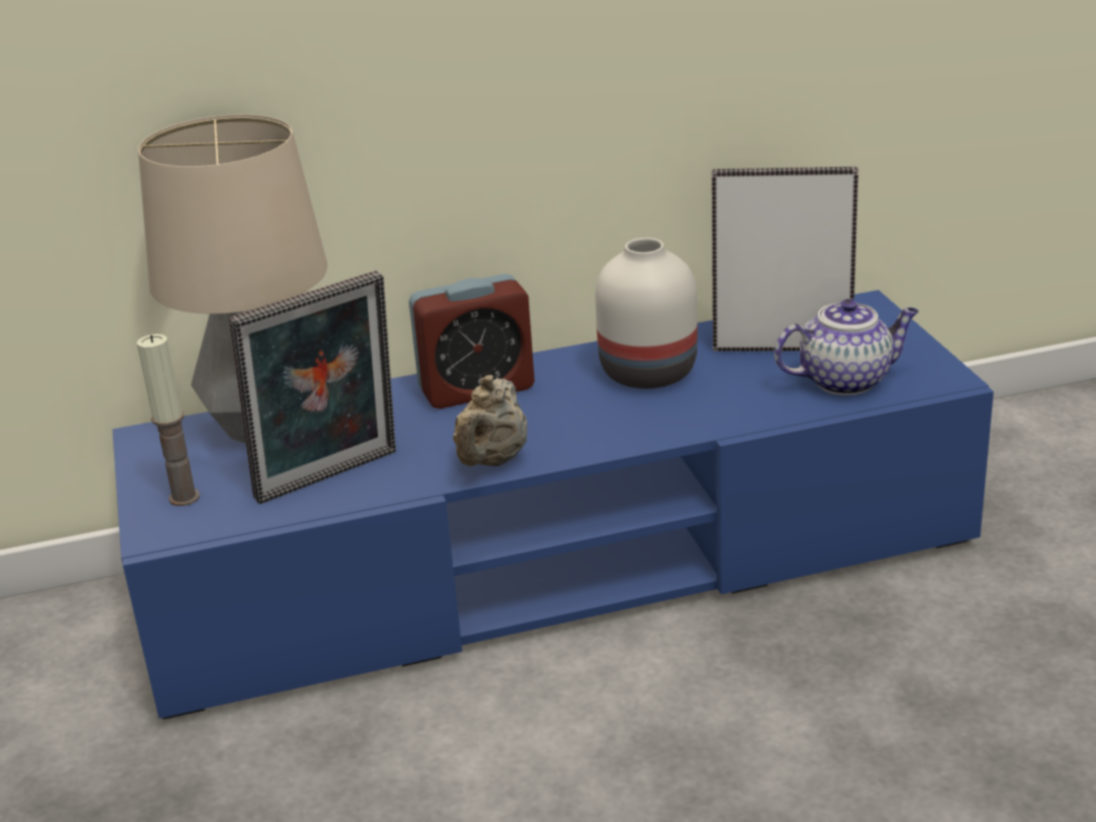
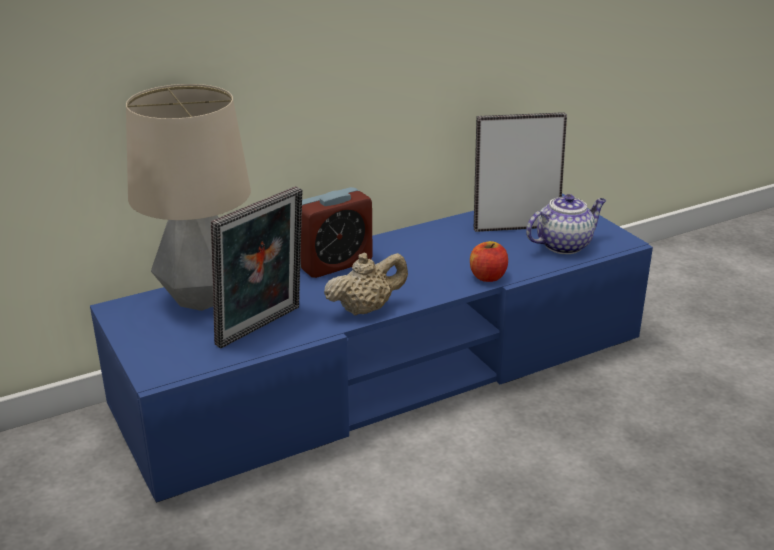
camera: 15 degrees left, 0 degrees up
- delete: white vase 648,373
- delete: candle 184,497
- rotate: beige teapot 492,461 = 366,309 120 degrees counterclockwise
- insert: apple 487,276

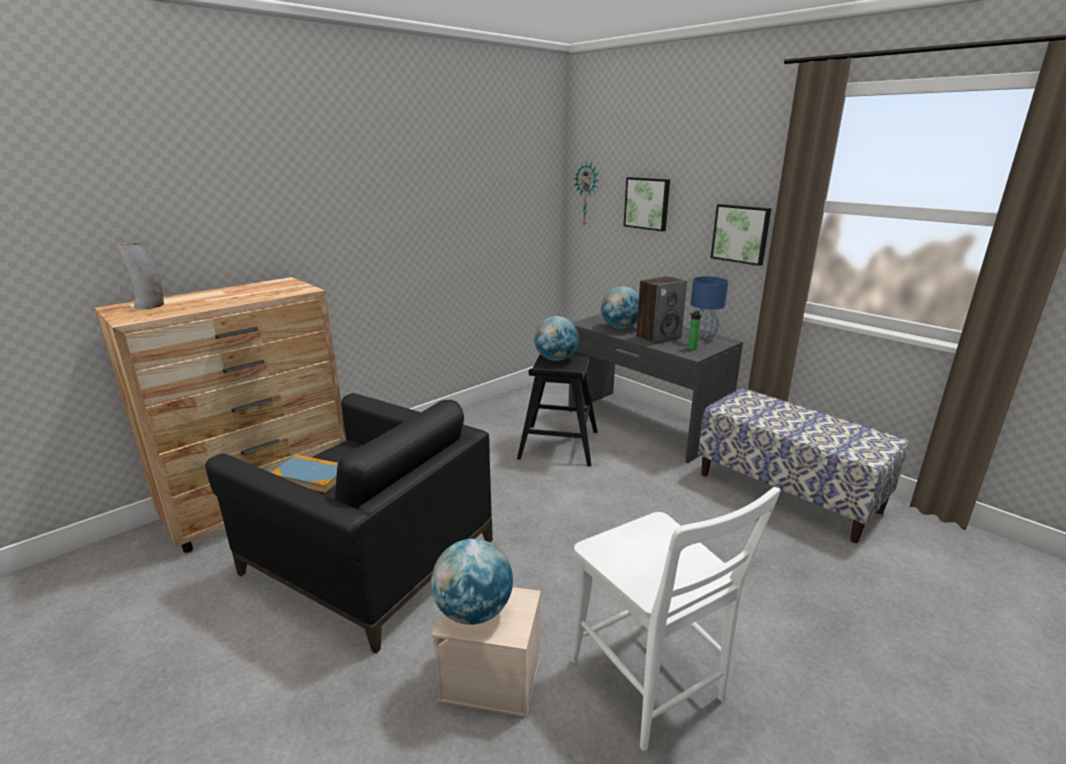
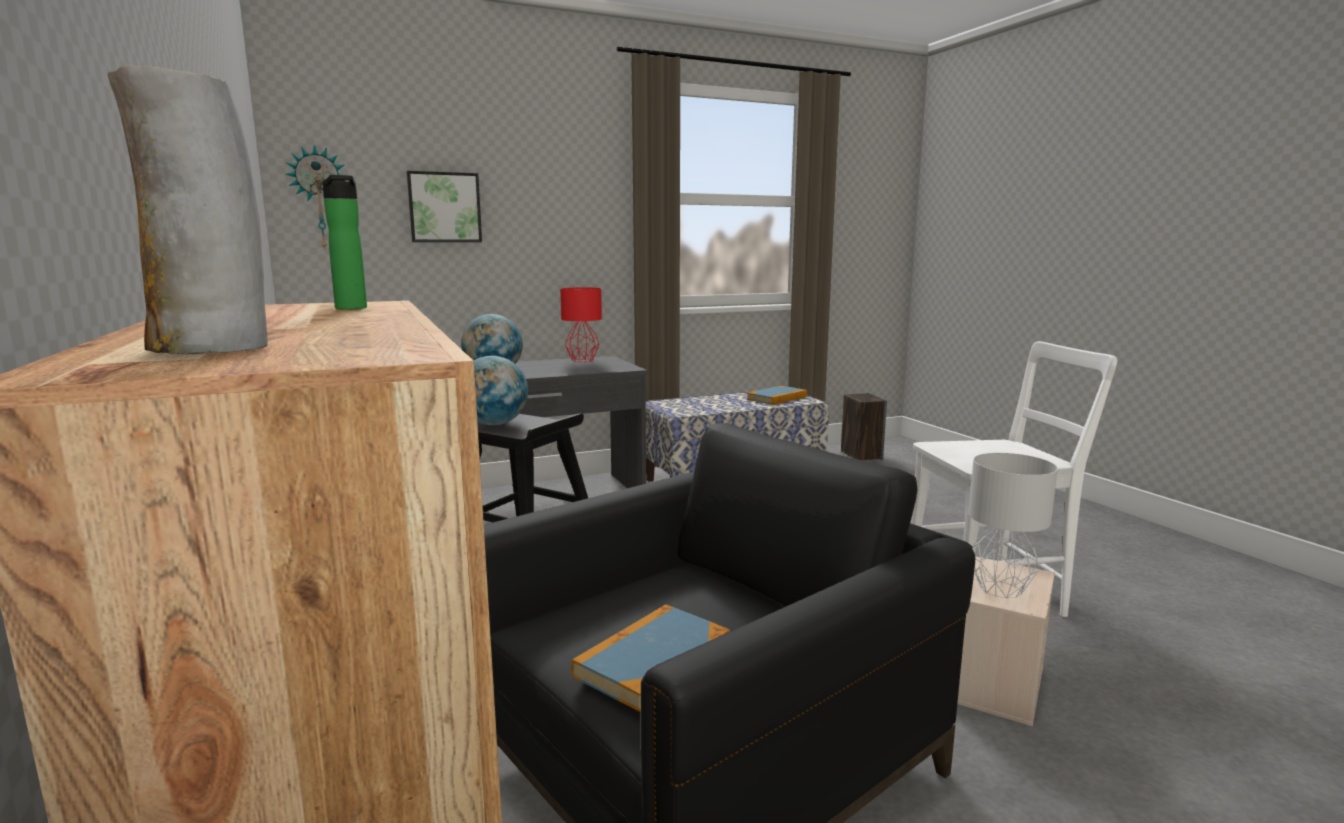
camera: 70 degrees left, 10 degrees down
- delete: picture 741,234
- move: speaker 658,337 to 860,455
- recolor: blue table lamp 703,338 to red table lamp 583,360
- move: bottle 691,349 to 351,308
- replace: globe 473,611 to grey table lamp 1000,590
- insert: book 777,398

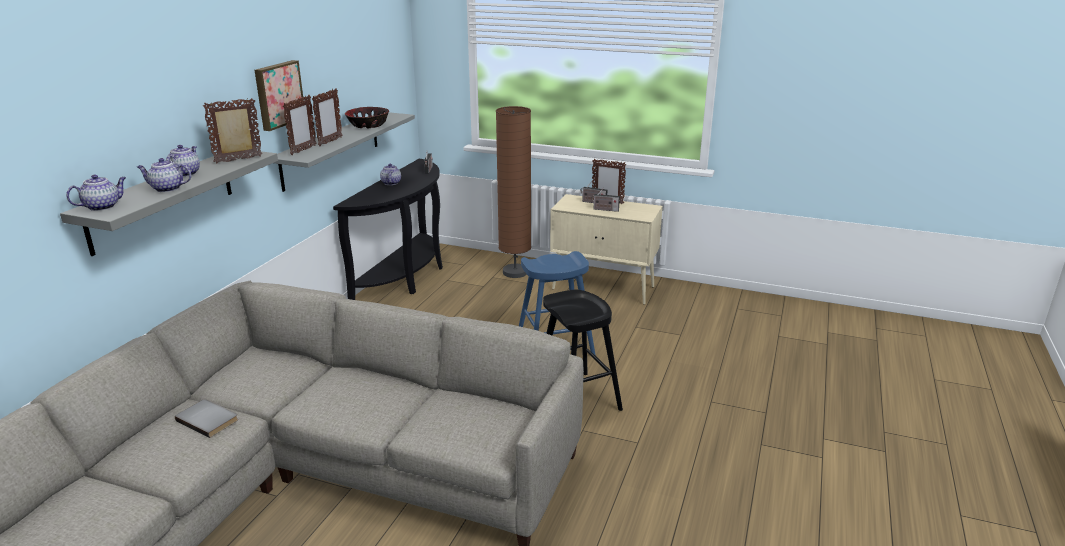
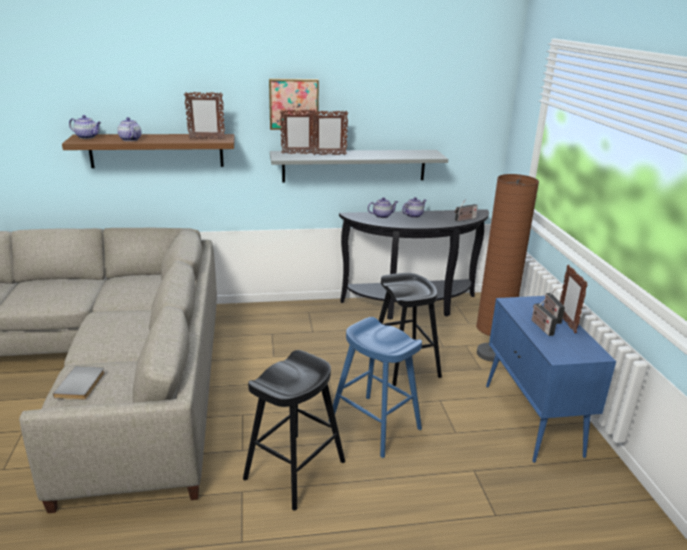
camera: 60 degrees right, 0 degrees up
- rotate: picture frame 239,160 = 206,139 150 degrees clockwise
- delete: bowl 368,125
- move: teapot 185,173 to 382,216
- recolor: grey shelf 162,199 to brown shelf 157,150
- recolor: beige cabinet 604,288 to blue cabinet 532,420
- move: grey book 209,419 to 82,385
- insert: black stool 404,364

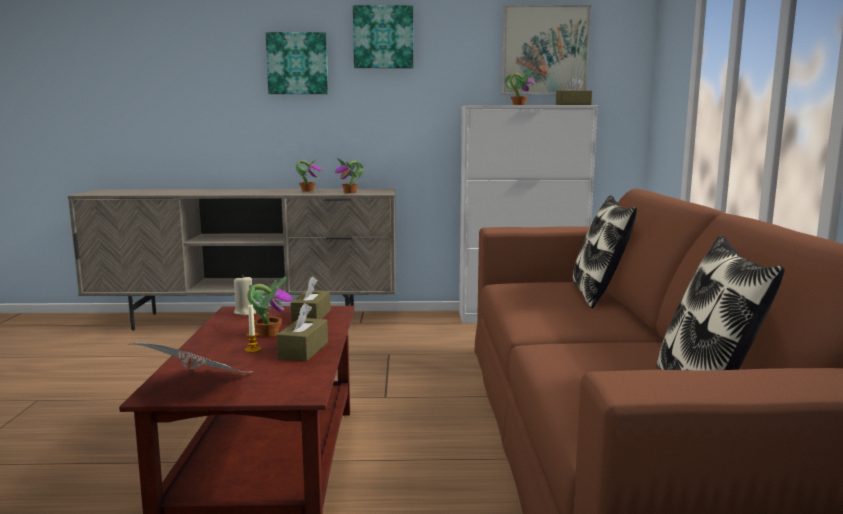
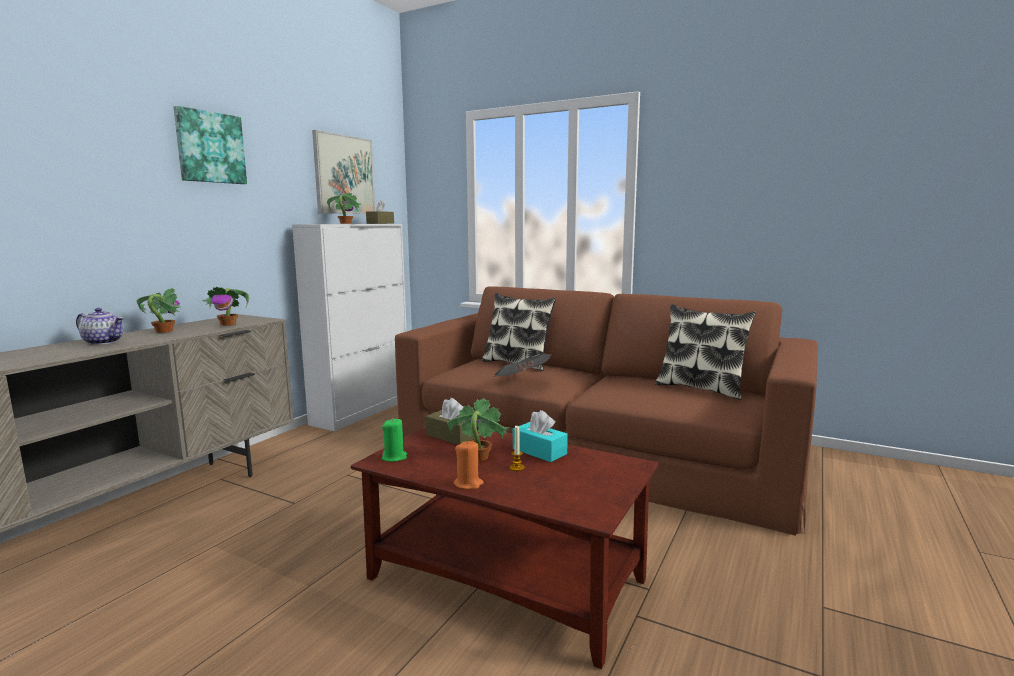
camera: 60 degrees left, 0 degrees up
- delete: picture 297,63
- recolor: beige candle 245,312 to green candle 394,457
- recolor: brown tissue box 303,350 to turquoise tissue box 539,451
- move: newspaper 197,388 to 521,381
- insert: teapot 104,342
- insert: orange candle 468,484

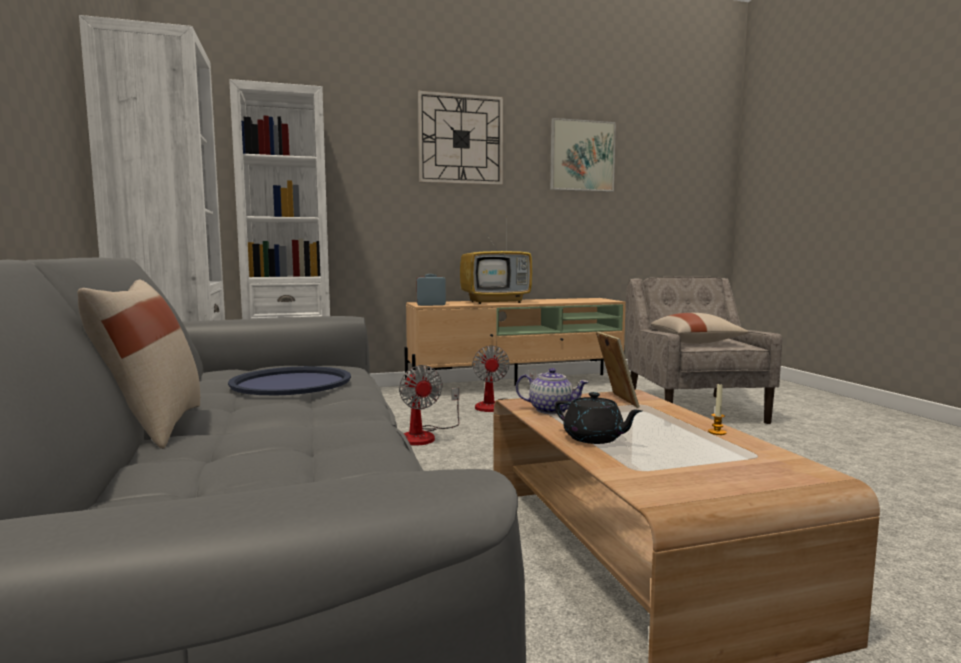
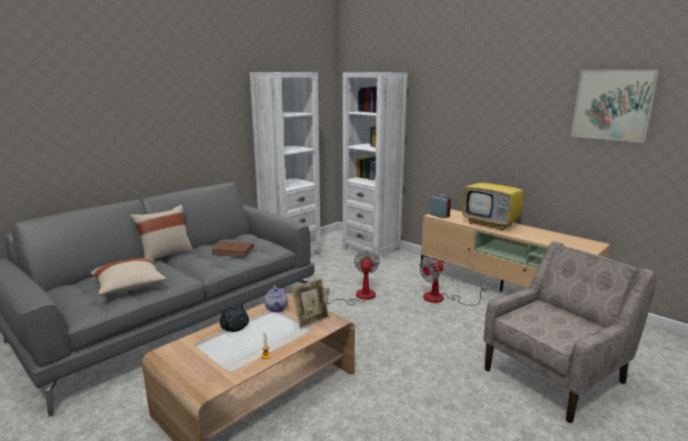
camera: 60 degrees right, 10 degrees up
- delete: wall clock 460,139
- move: beige pillow 696,342 to 129,287
- rotate: fan 425,436 = 359,297 150 degrees clockwise
- replace: blue tray 291,383 to brown book 234,251

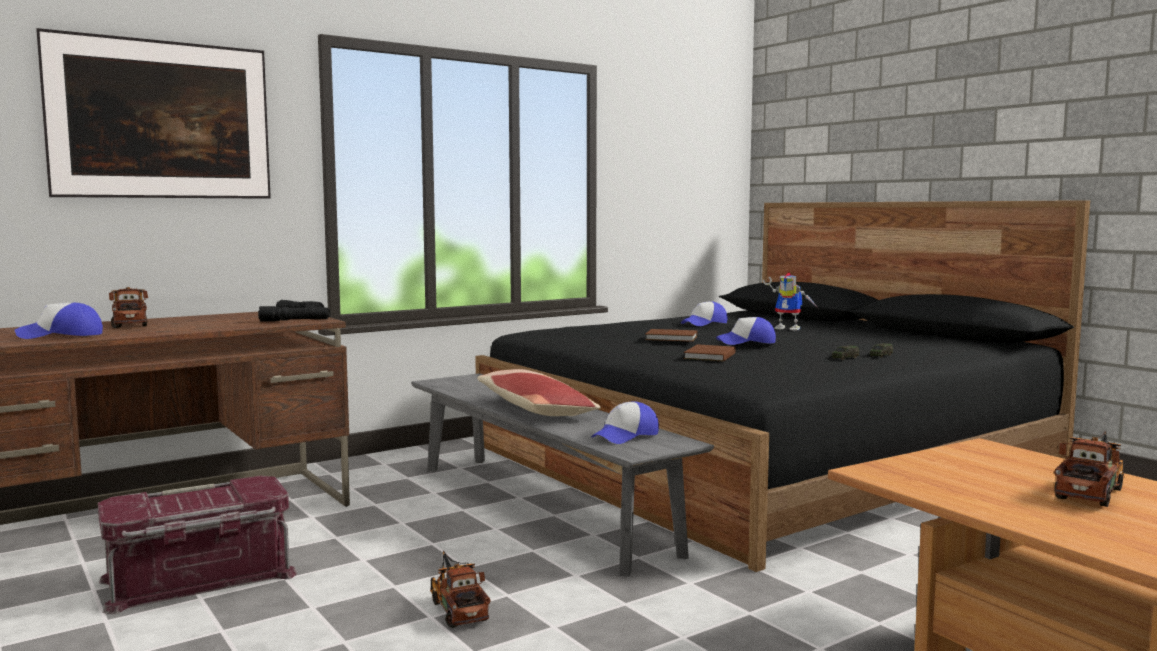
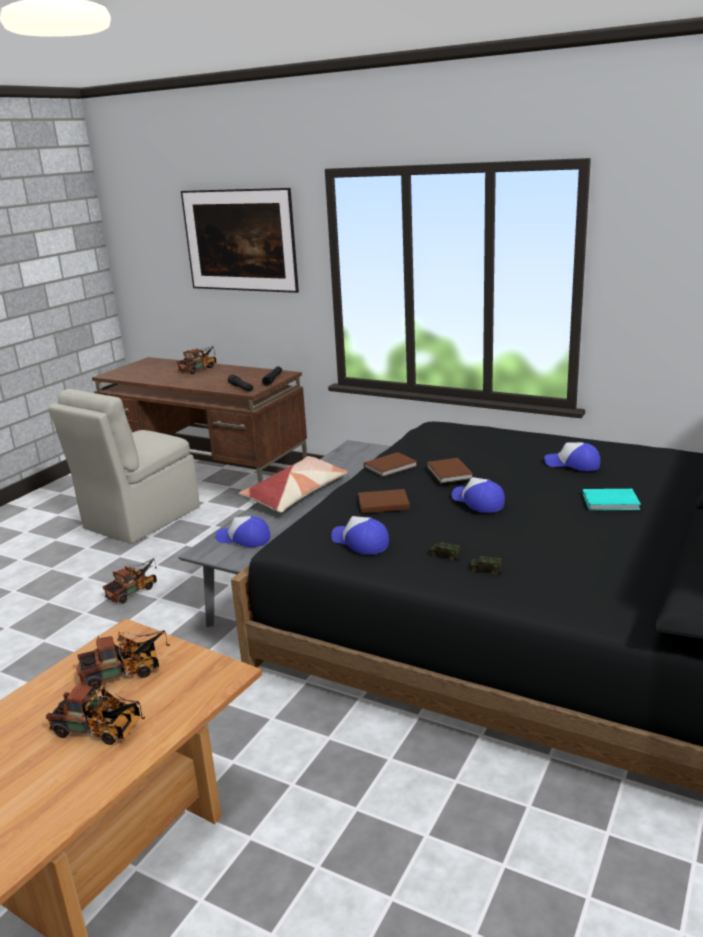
camera: 65 degrees right, 15 degrees up
- replace: toy robot 790,328 to turquoise book 612,502
- move: cap 61,335 to 360,542
- replace: red storage box 199,579 to beige chair 139,519
- insert: brown book 392,466
- insert: toy truck 126,672

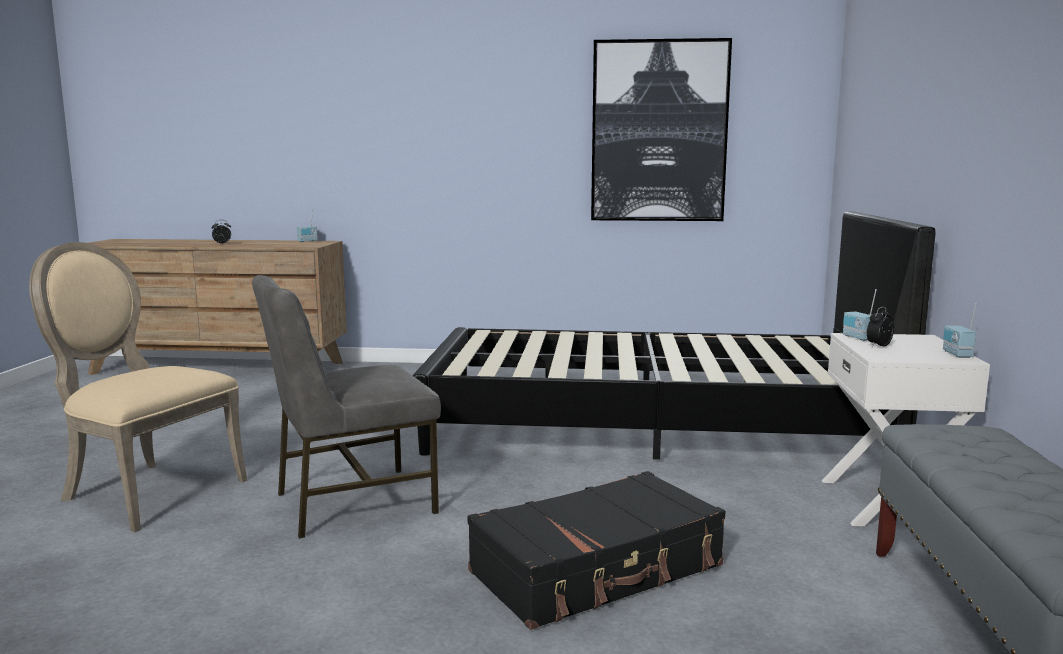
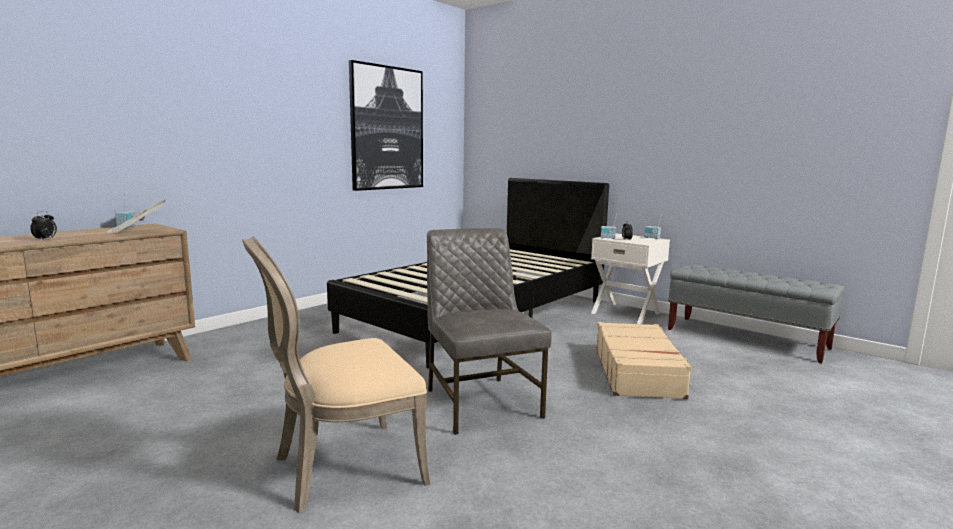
camera: 55 degrees left, 0 degrees up
- rotate: grey chair 351,502 = 481,402 150 degrees clockwise
- recolor: black suitcase 598,570 to beige suitcase 638,372
- insert: newspaper 139,231

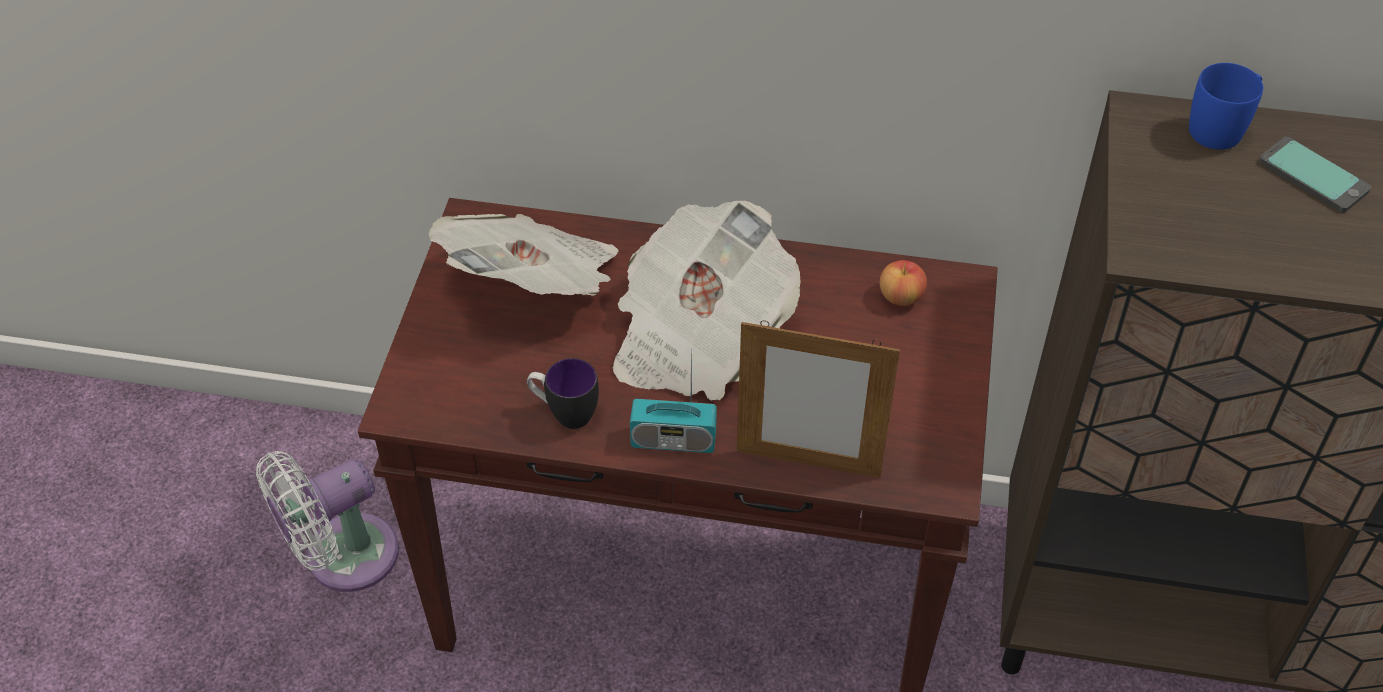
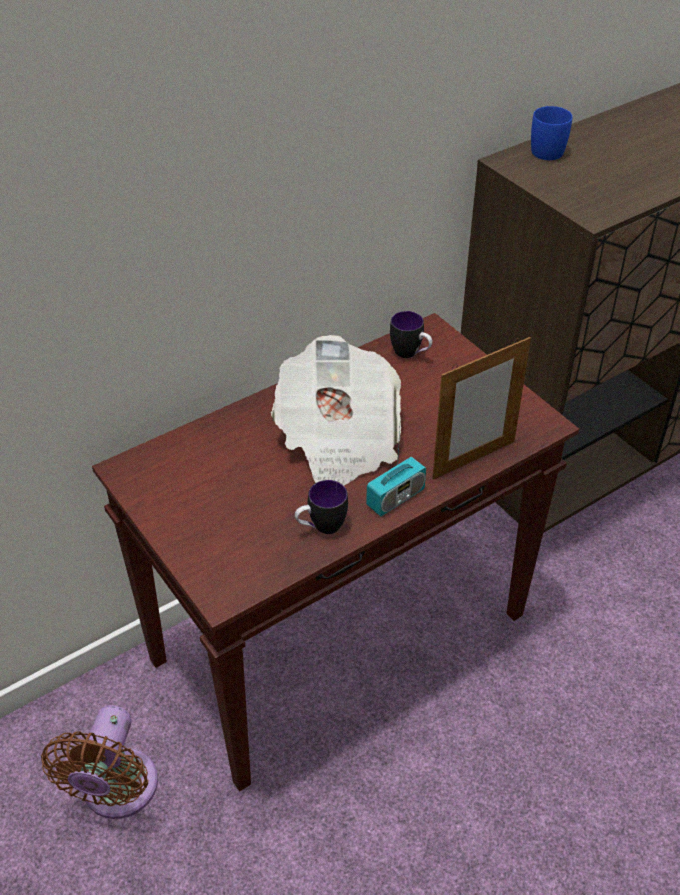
camera: 45 degrees left, 5 degrees down
- delete: phone 1313,176
- delete: newspaper 535,285
- replace: apple 900,297 to mug 410,354
- recolor: white fan 342,558 to brown fan 117,792

